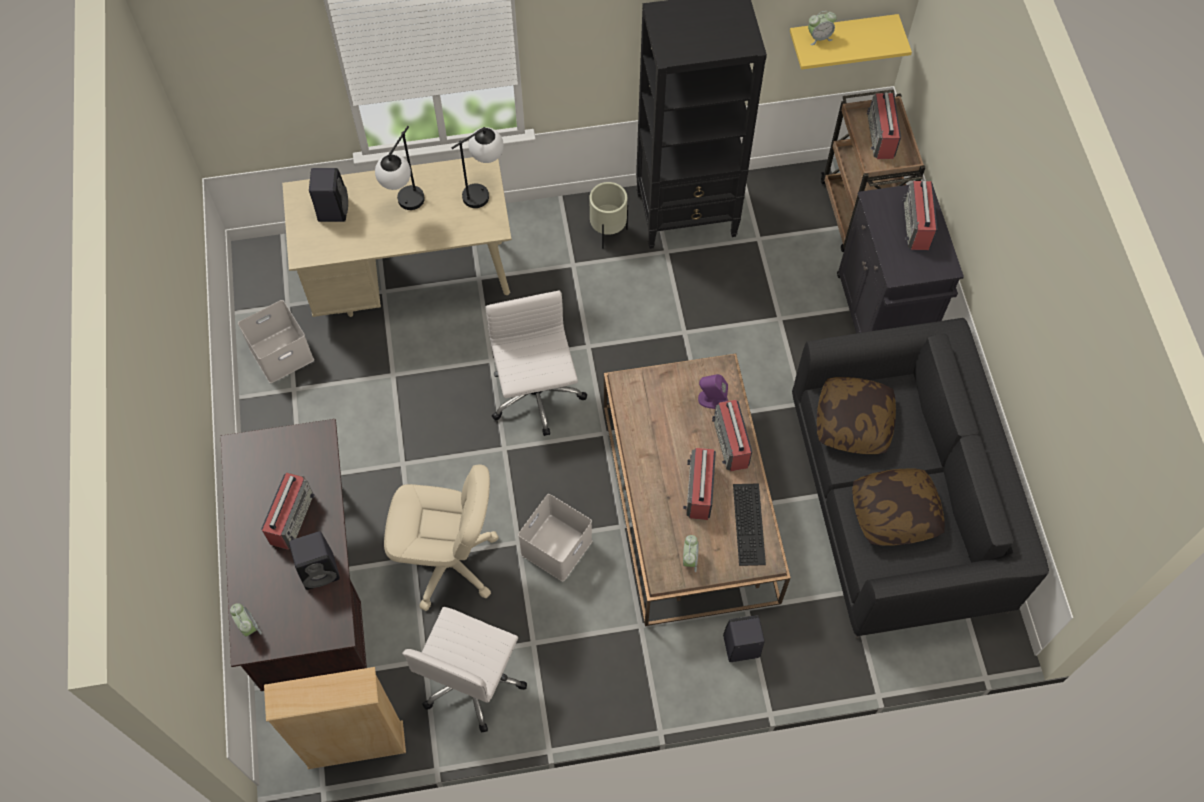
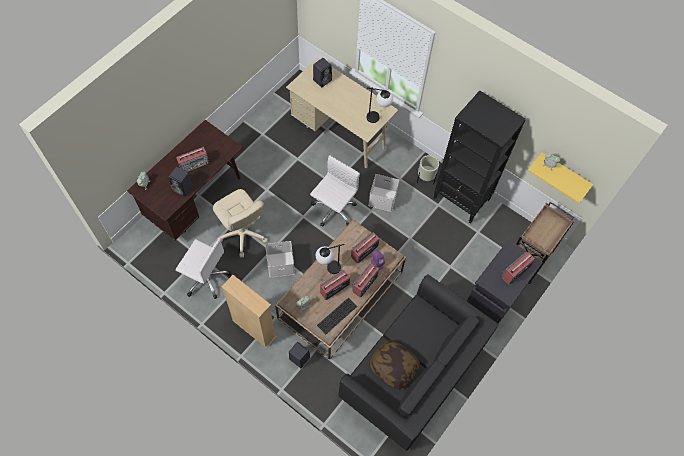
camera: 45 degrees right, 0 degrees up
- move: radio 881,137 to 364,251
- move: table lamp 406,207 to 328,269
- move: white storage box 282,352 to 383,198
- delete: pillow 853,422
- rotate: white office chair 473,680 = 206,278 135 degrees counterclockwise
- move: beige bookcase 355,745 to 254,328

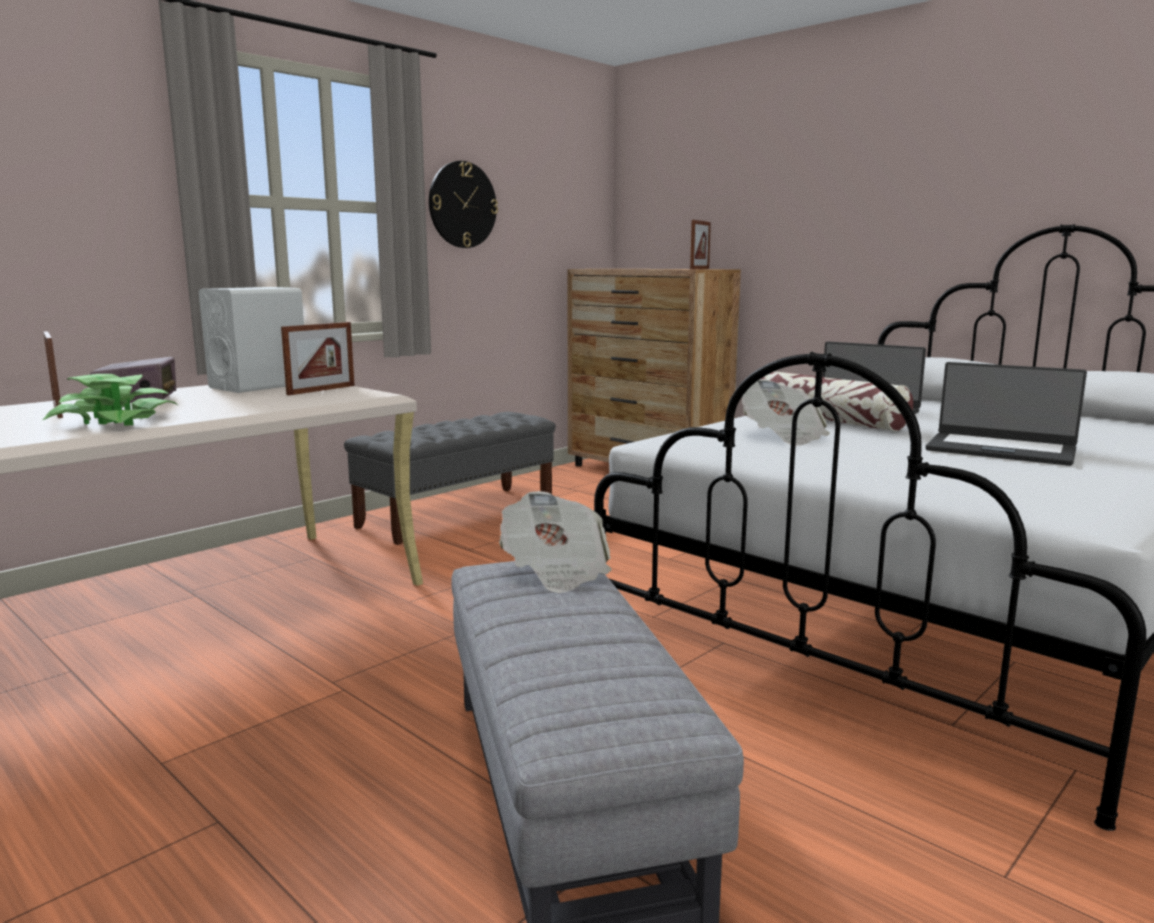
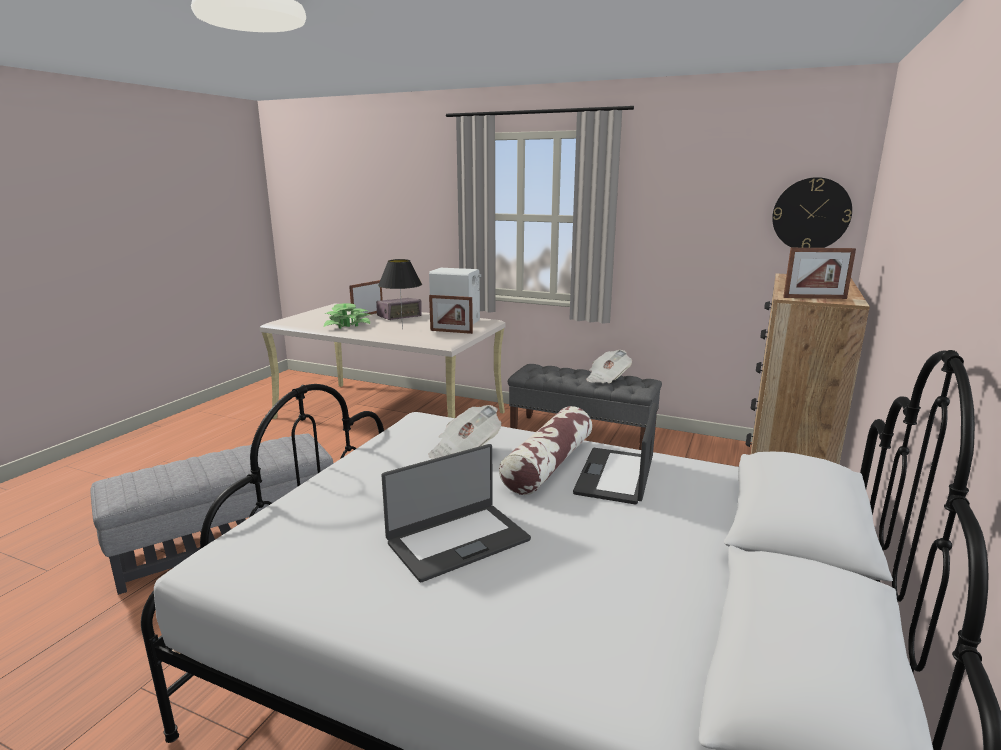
camera: 70 degrees right, 5 degrees up
- move: wall clock 462,205 to 811,214
- rotate: laptop 1000,450 = 457,540 135 degrees counterclockwise
- move: newspaper 555,570 to 607,378
- insert: black table lamp 402,329

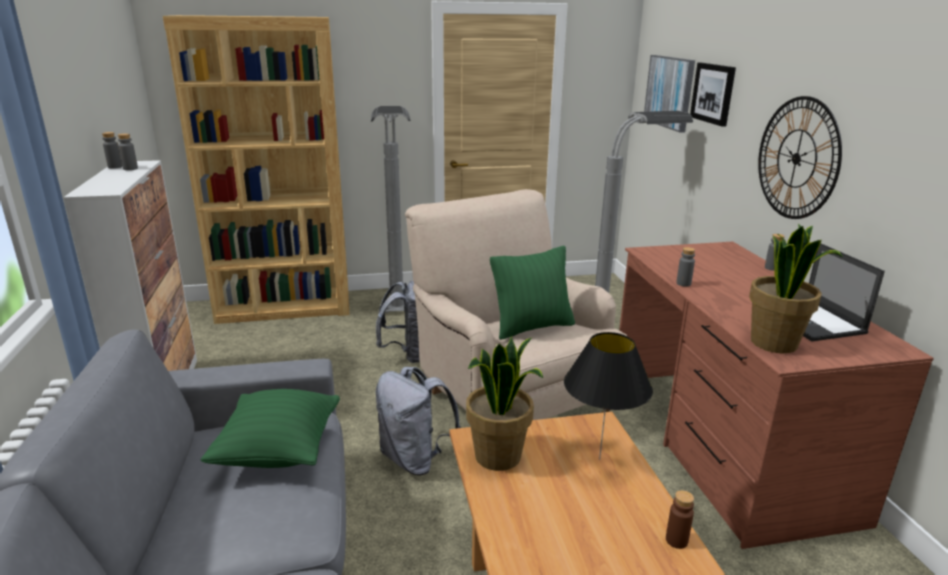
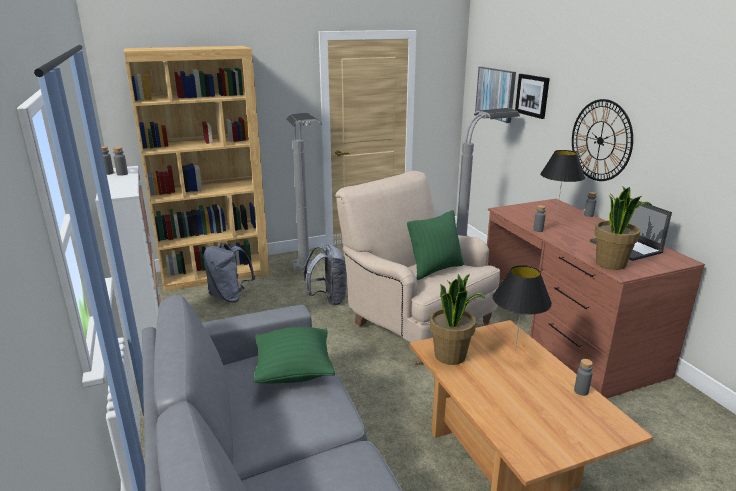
camera: 10 degrees left, 0 degrees up
- move: grey backpack 415,459 to 230,297
- recolor: brown bottle 676,540 to grey bottle 581,391
- insert: black table lamp 556,217

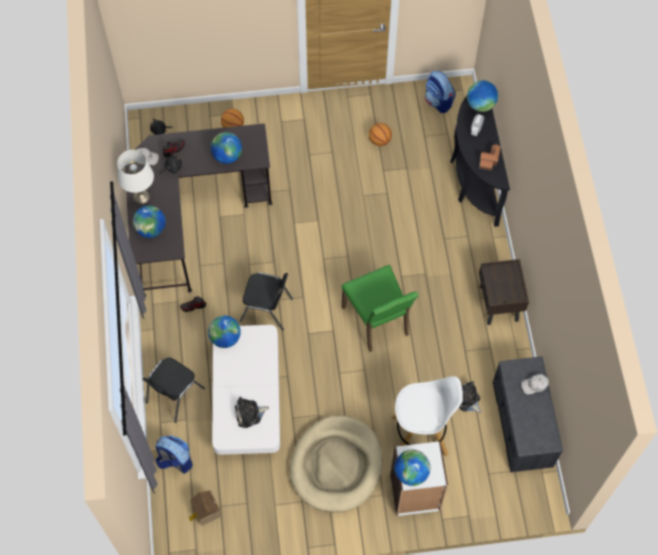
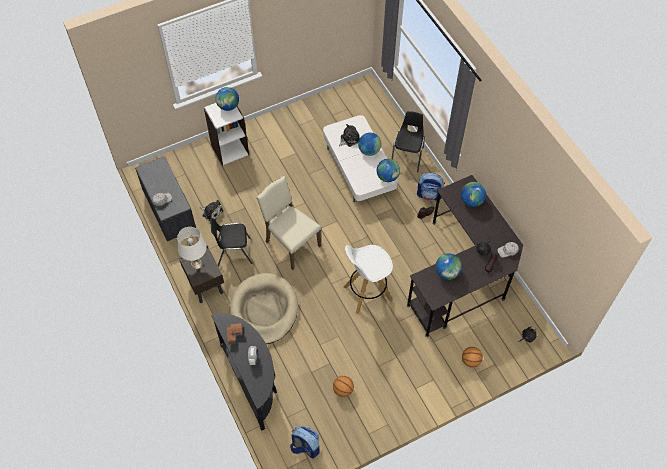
camera: 160 degrees right, 5 degrees down
- move: globe 480,105 to 369,151
- move: white table lamp 141,196 to 196,263
- recolor: green chair 377,321 to beige chair 291,244
- move: black chair 267,310 to 233,252
- move: white stool 420,435 to 366,293
- move: beige dog bed 336,465 to 264,310
- move: backpack 175,461 to 429,195
- delete: toy house 205,512

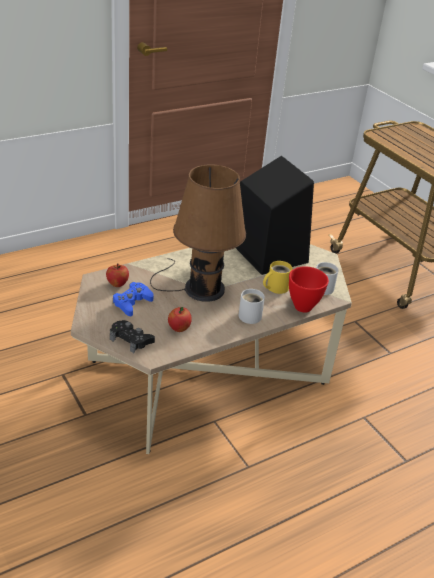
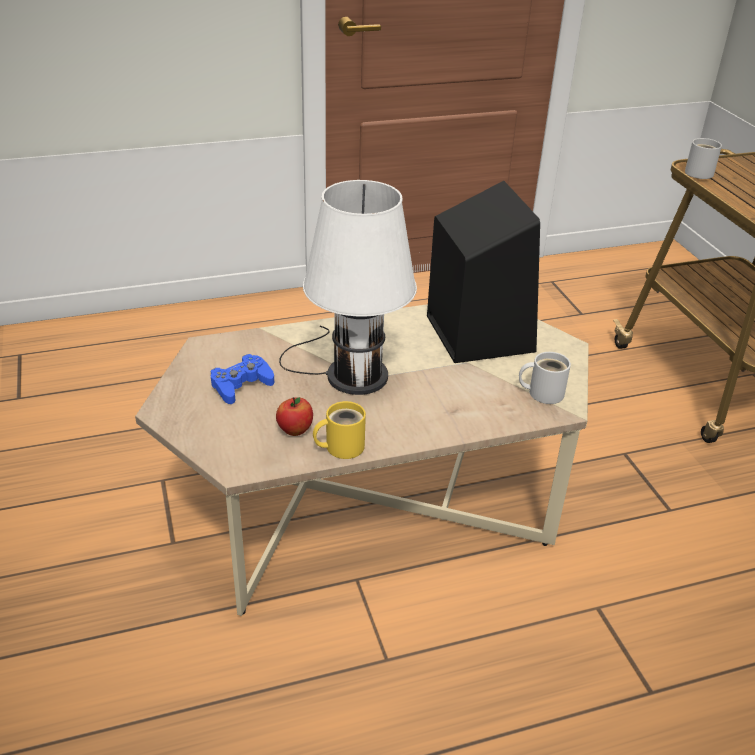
camera: 15 degrees right, 0 degrees up
- recolor: brown table lamp 200,288 to white table lamp 351,373
- move: yellow mug 275,287 to 341,446
- delete: apple 117,284
- delete: red bowl 303,307
- move: white mug 251,315 to 700,172
- delete: black game controller 131,340

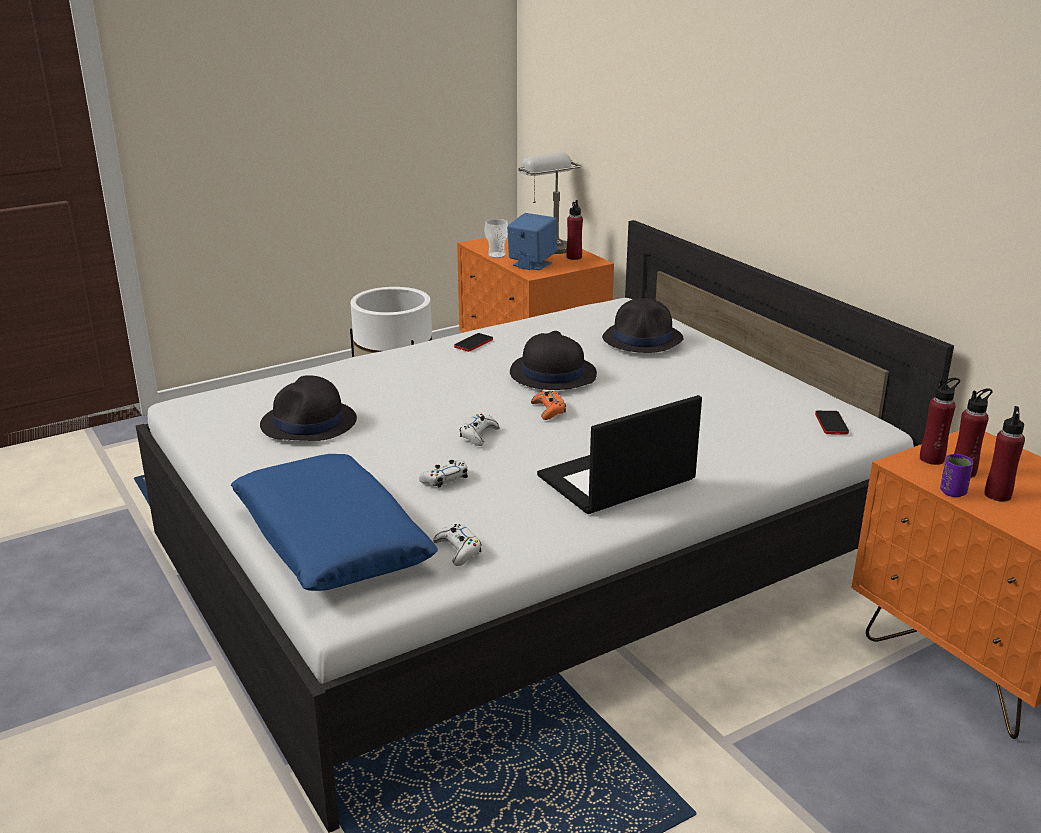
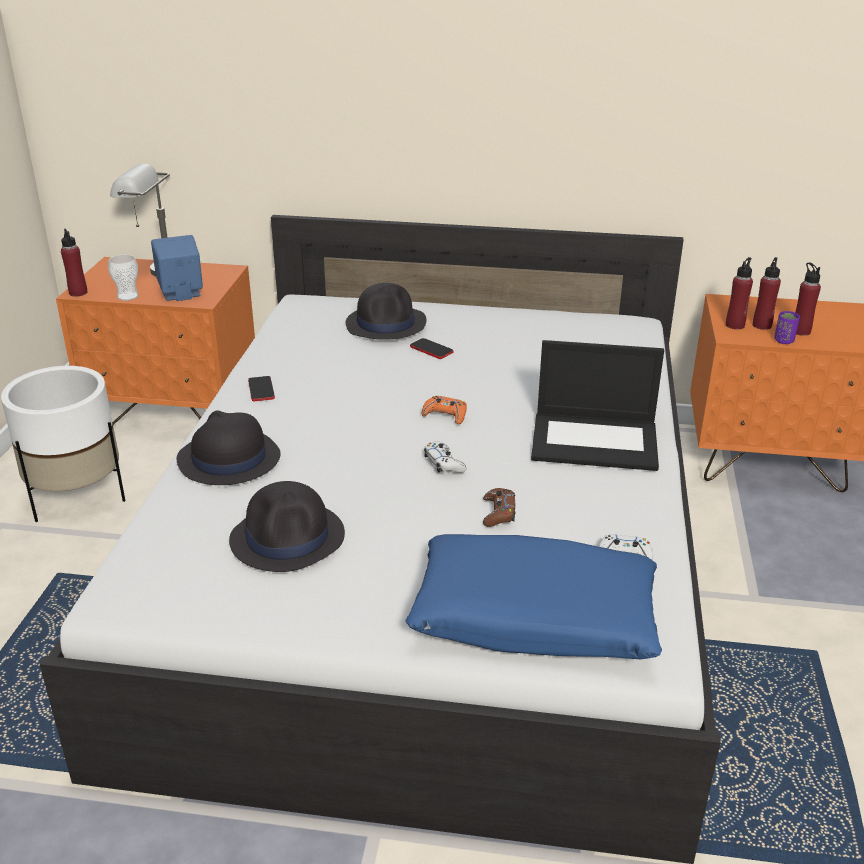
camera: 50 degrees left, 5 degrees up
- move: red bottle 574,257 to 78,293
- move: black hat 552,374 to 228,459
- rotate: laptop 615,479 = 596,441 90 degrees counterclockwise
- move: phone 831,423 to 431,349
- recolor: white game controller 445,479 to brown game controller 498,513

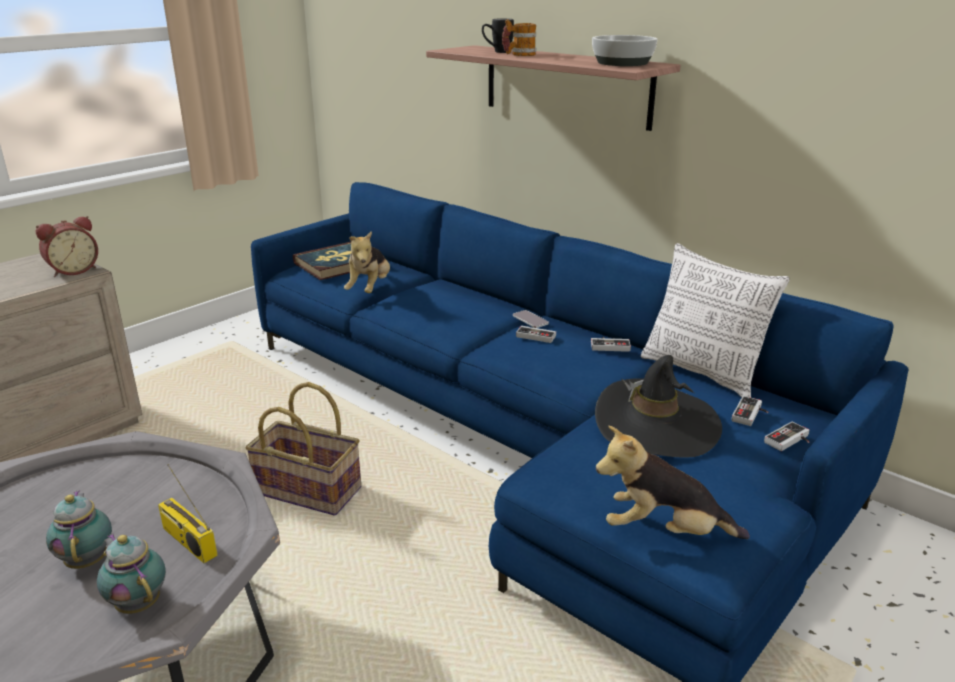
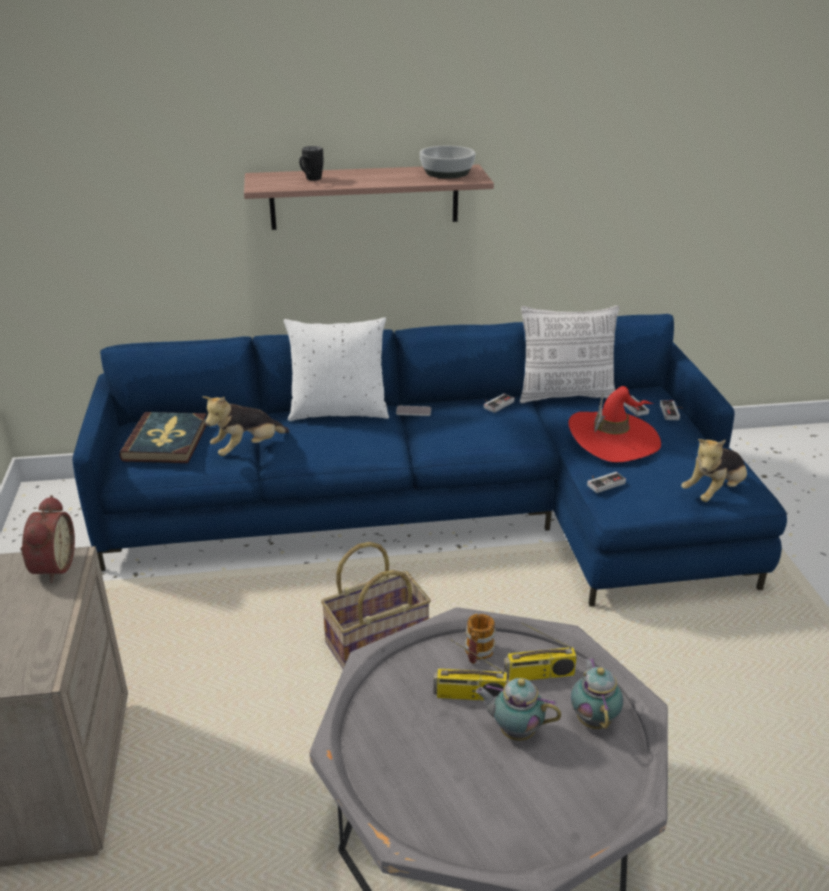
camera: 50 degrees left, 5 degrees up
- move: mug 519,55 to 477,654
- rotate: plush toy 370,289 = 247,448 90 degrees clockwise
- move: game controller 537,335 to 603,482
- recolor: black hat 656,424 to red hat 613,439
- rotate: teapot 138,603 = 593,719 90 degrees clockwise
- insert: white pillow 338,412
- insert: radio 469,695

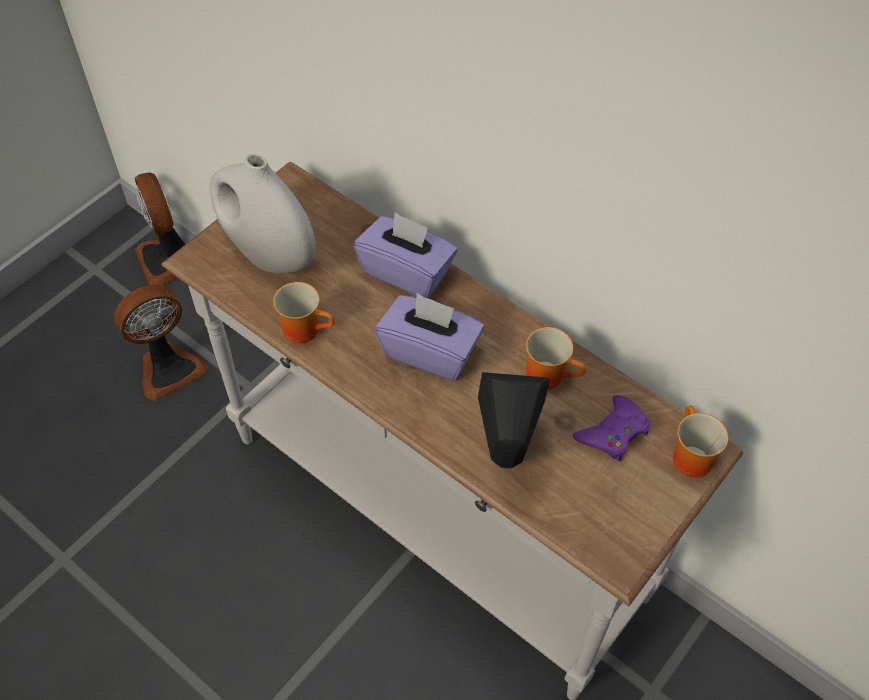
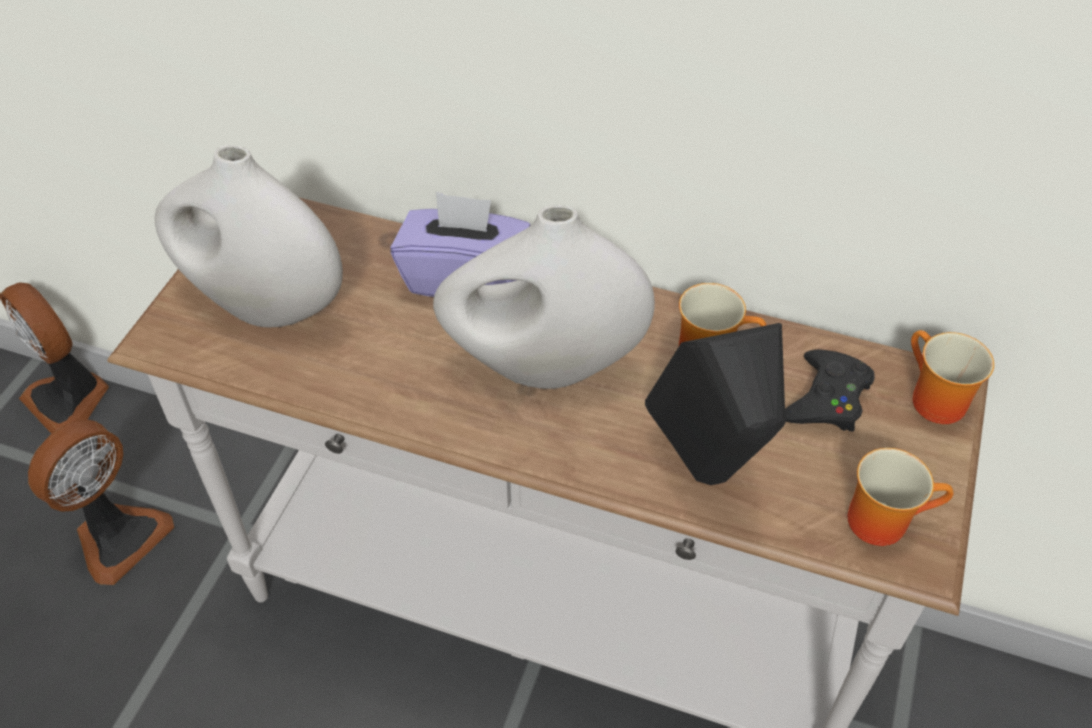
camera: 20 degrees left, 5 degrees down
- move: mug 306,328 to 882,517
- replace: purple tissue box 430,351 to white vase 542,367
- recolor: purple game controller 613,432 to black game controller 826,398

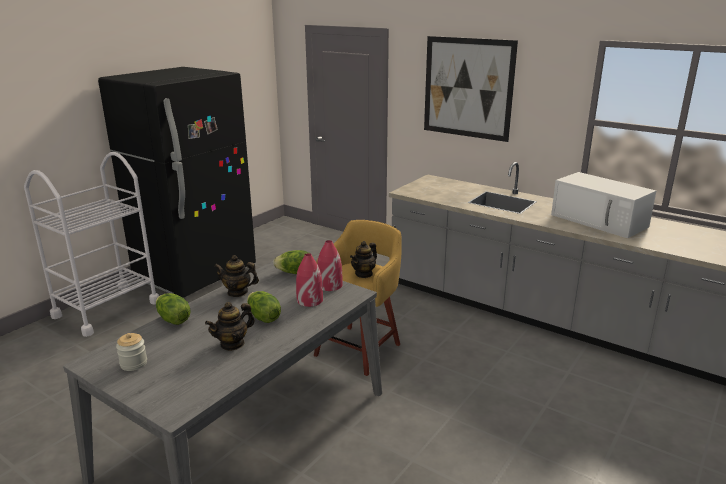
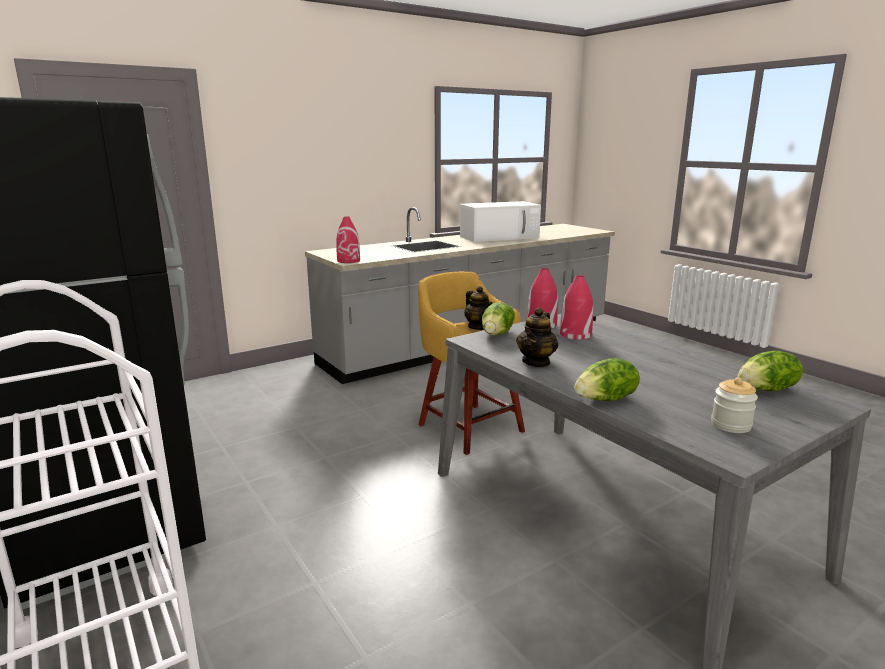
camera: 70 degrees left, 5 degrees down
- delete: picture 467,88
- move: lettuce 263,318 to 767,390
- delete: teapot 232,344
- insert: red vase 349,261

